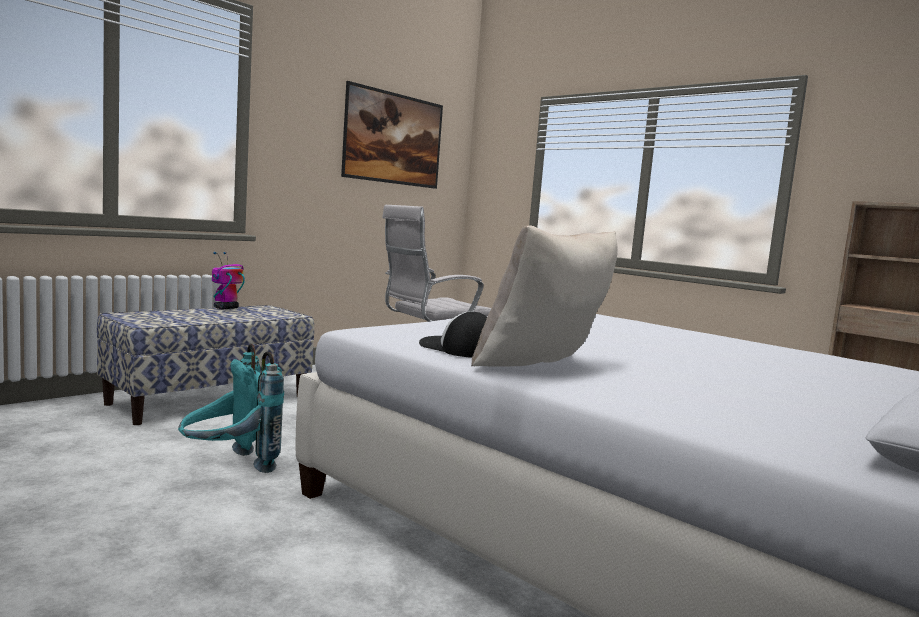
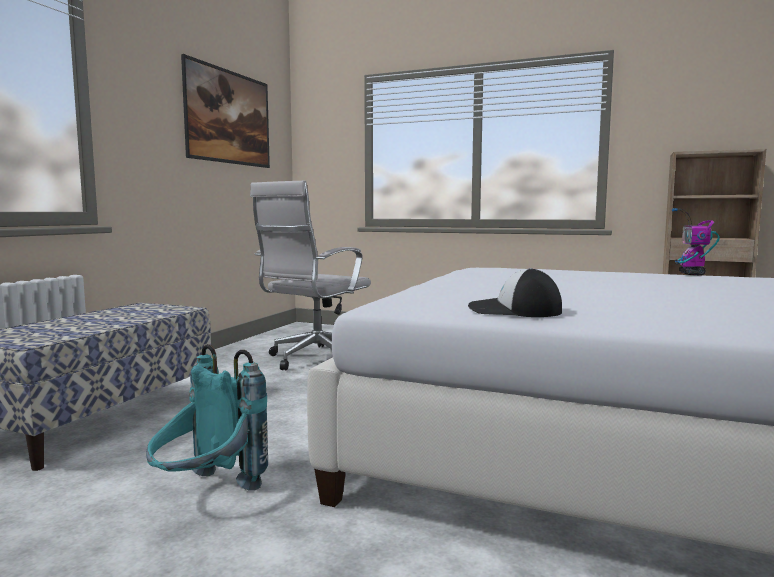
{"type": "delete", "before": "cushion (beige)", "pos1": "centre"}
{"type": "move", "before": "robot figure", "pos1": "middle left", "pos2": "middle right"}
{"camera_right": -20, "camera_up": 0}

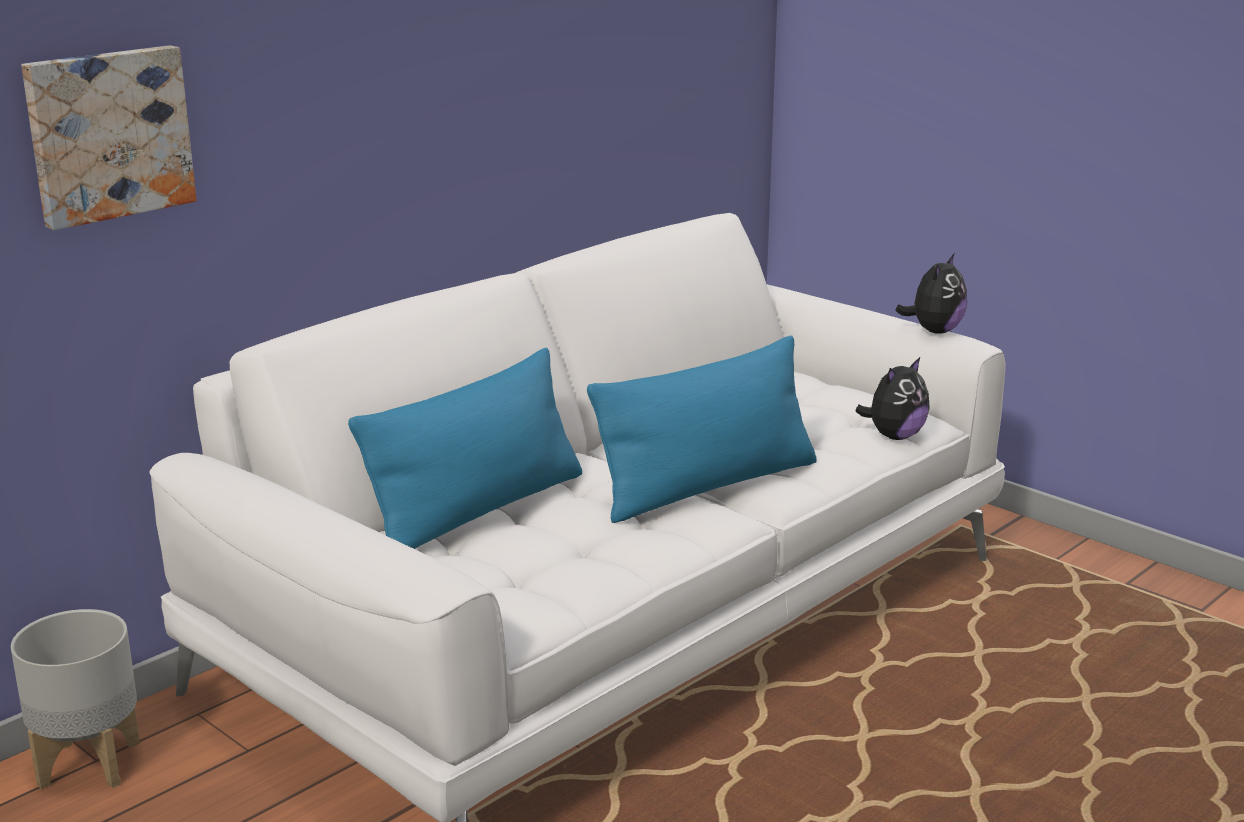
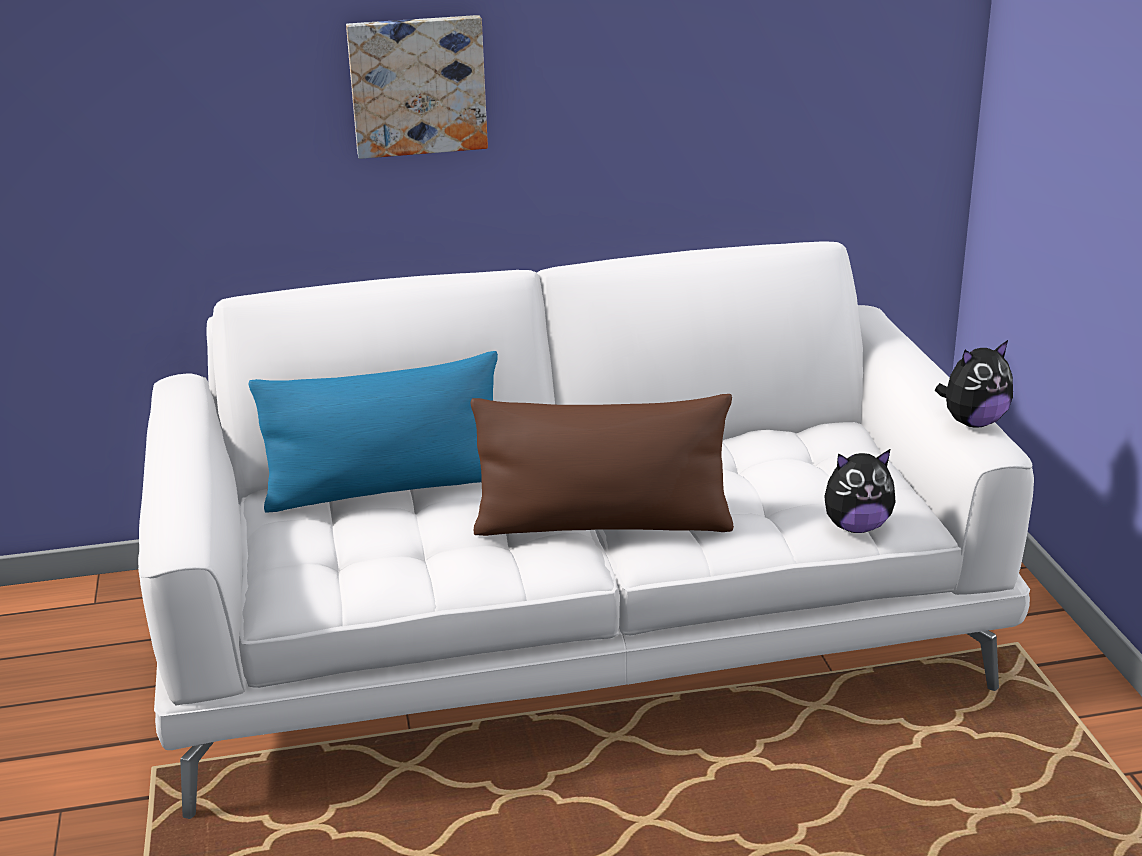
{"type": "delete", "before": "plant pot (grey)", "pos1": "bottom left"}
{"type": "move", "before": "wall art", "pos1": "top left", "pos2": "top centre"}
{"type": "recolor", "before": "cushion (bluish) (2nd from left)", "after": "cushion (brown)", "pos1": "centre", "pos2": "centre"}
{"camera_right": 35, "camera_up": 5}

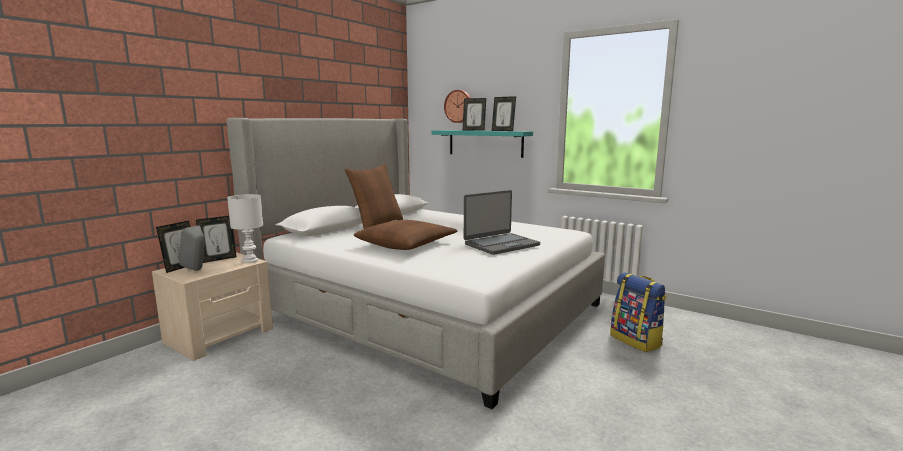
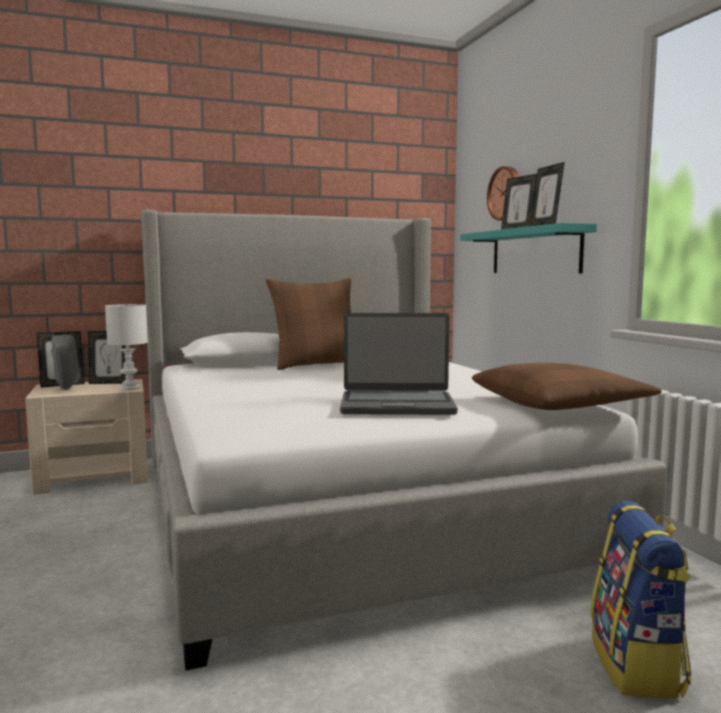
{"type": "move", "before": "cushion (brown) (2nd from left)", "pos1": "centre", "pos2": "middle right"}
{"camera_right": 35, "camera_up": -5}

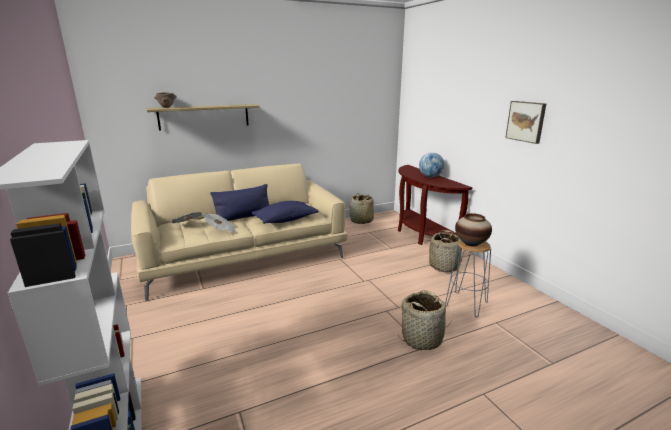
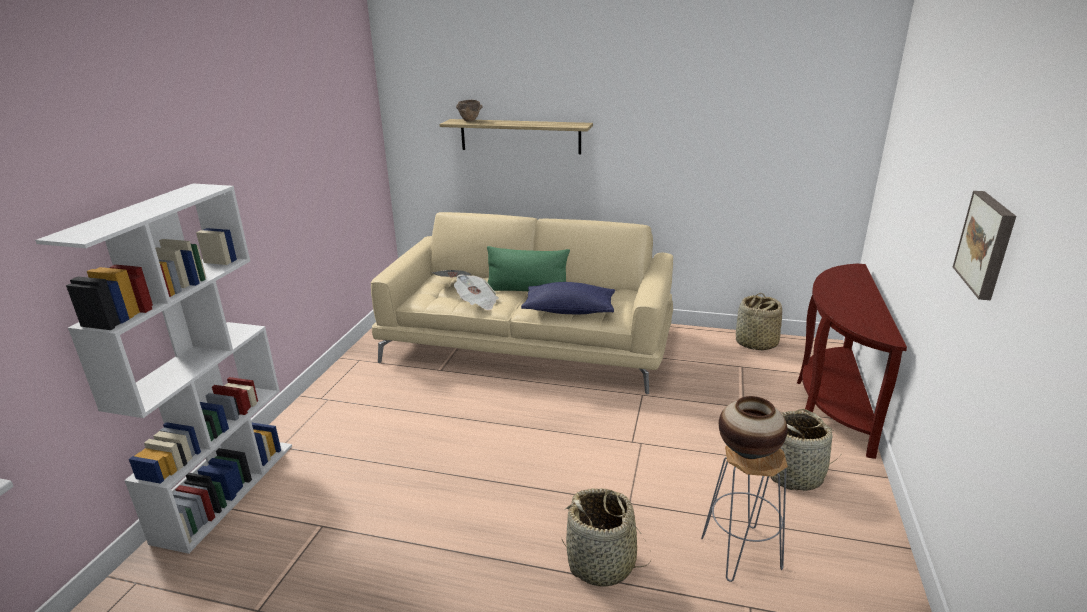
{"type": "delete", "before": "world globe", "pos1": "centre"}
{"type": "recolor", "before": "cushion (bluish) (1st from left)", "after": "cushion (green-coloured)", "pos1": "centre", "pos2": "centre"}
{"camera_right": 40, "camera_up": 5}

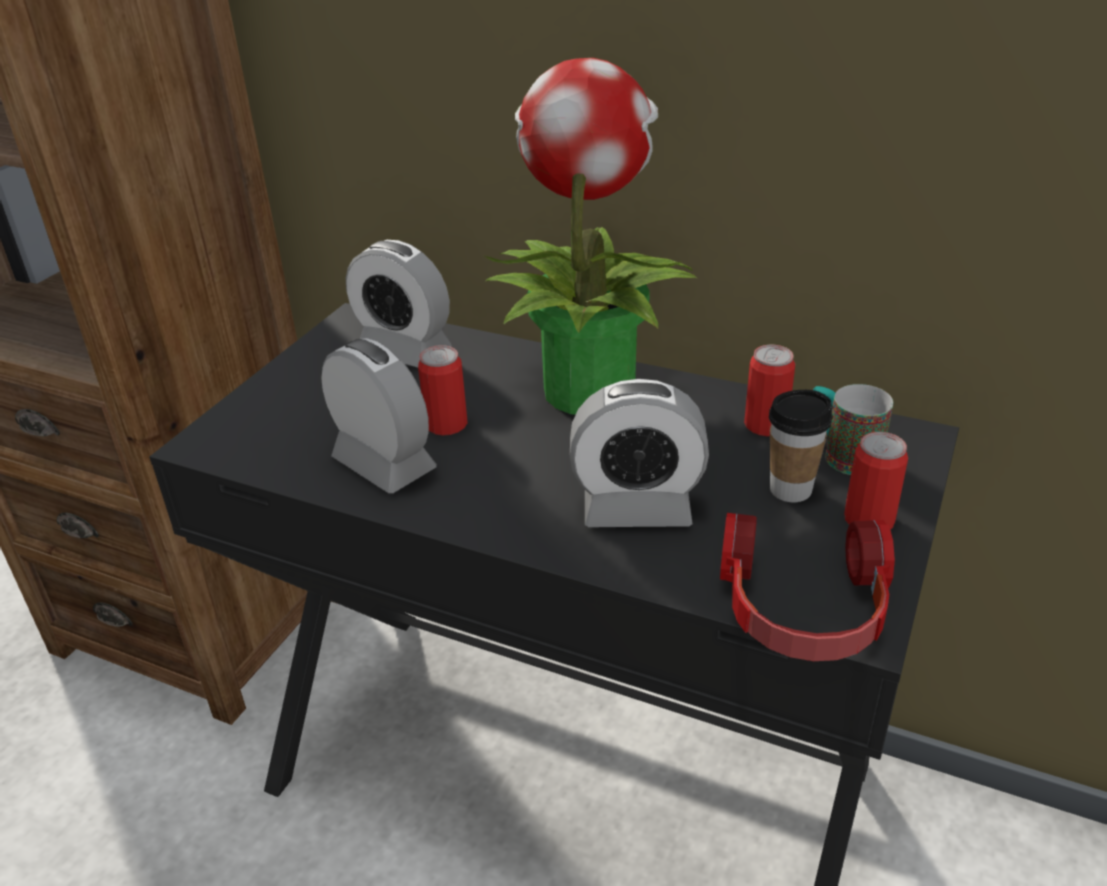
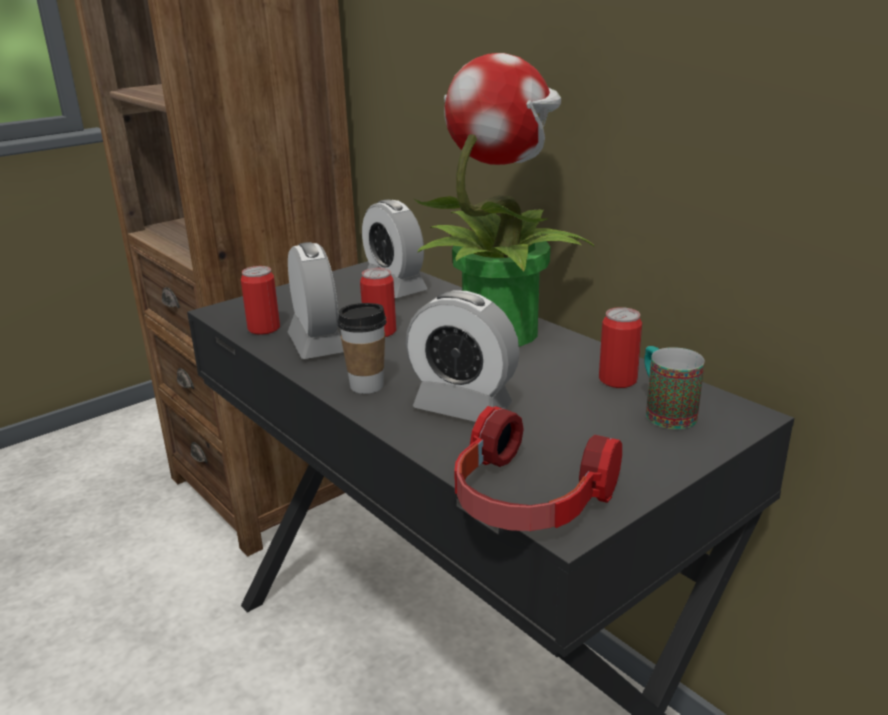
{"type": "move", "before": "cup", "pos1": "middle right", "pos2": "centre"}
{"type": "move", "before": "can (3rd from left in the first image)", "after": "can (1st from left)", "pos1": "middle right", "pos2": "middle left"}
{"camera_right": 25, "camera_up": -10}

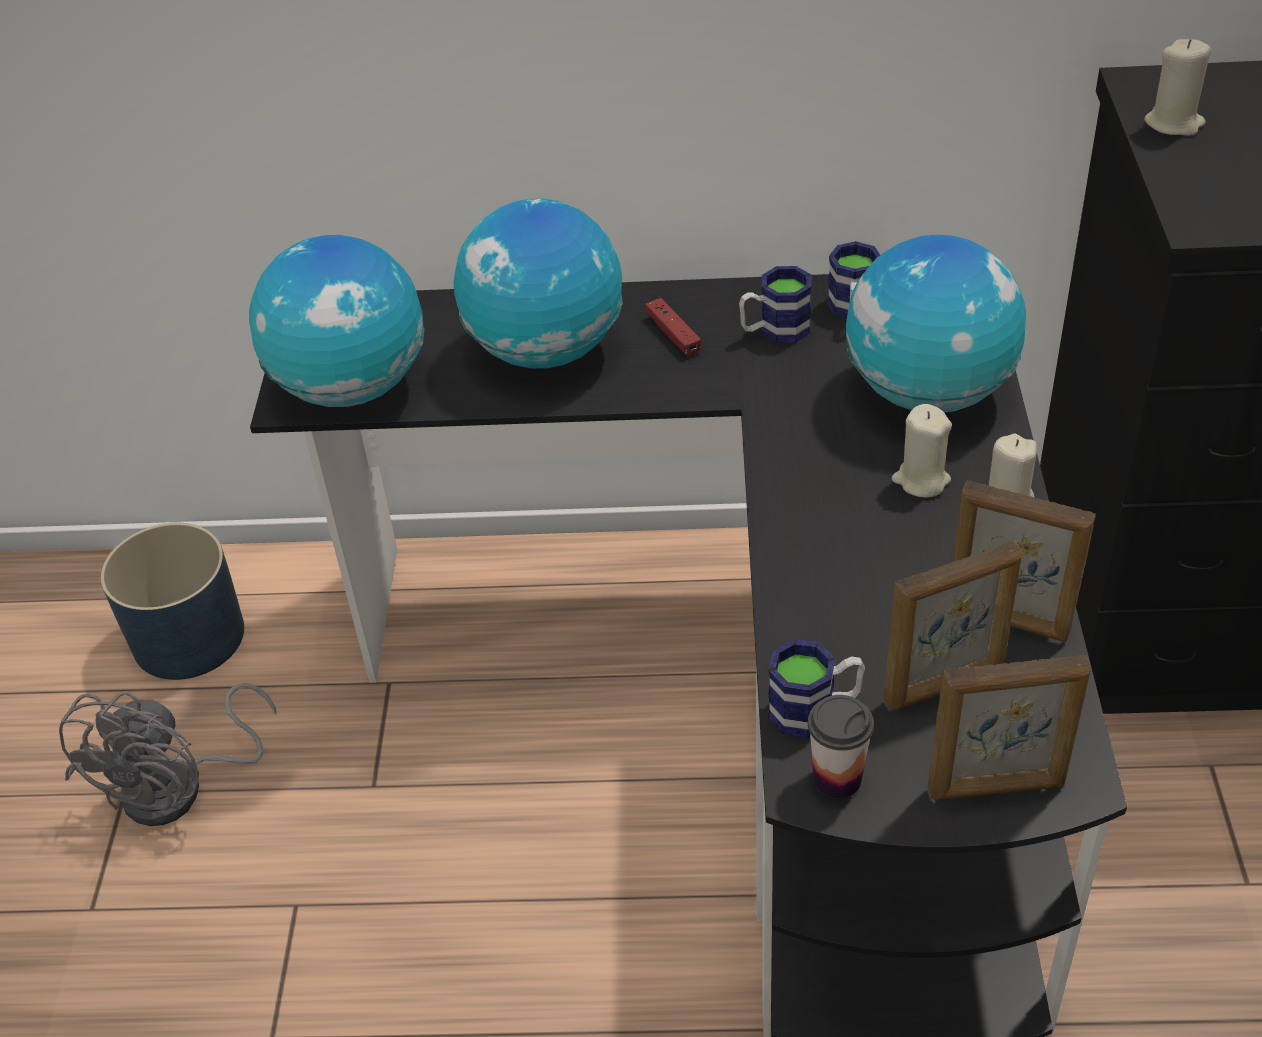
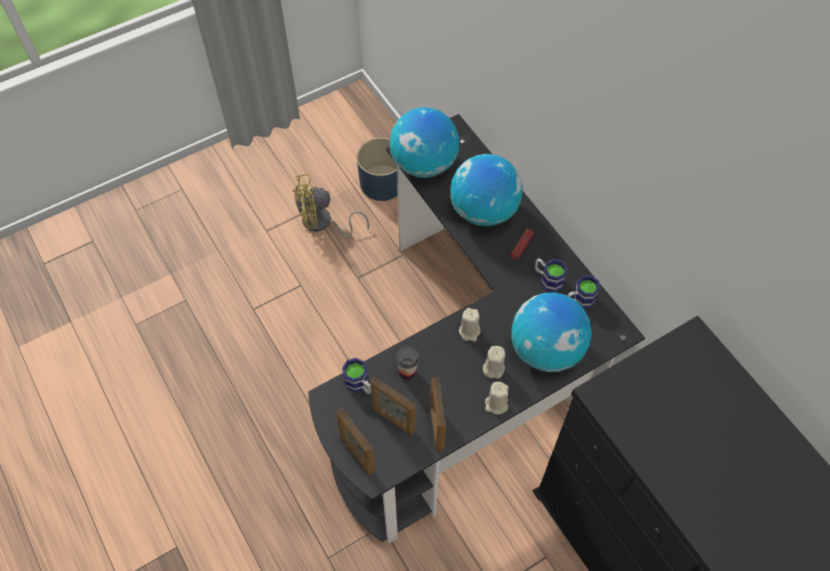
{"type": "move", "before": "cup", "pos1": "bottom centre", "pos2": "centre"}
{"type": "move", "before": "wax candle (beige) (3rd from left in the first image)", "after": "wax candle (beige) (1st from left)", "pos1": "top right", "pos2": "centre"}
{"type": "recolor", "before": "fan (grey)", "after": "fan (yellow)", "pos1": "bottom left", "pos2": "centre"}
{"camera_right": 55, "camera_up": 15}

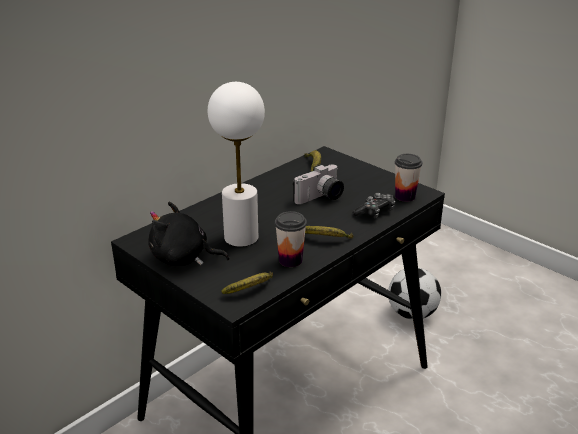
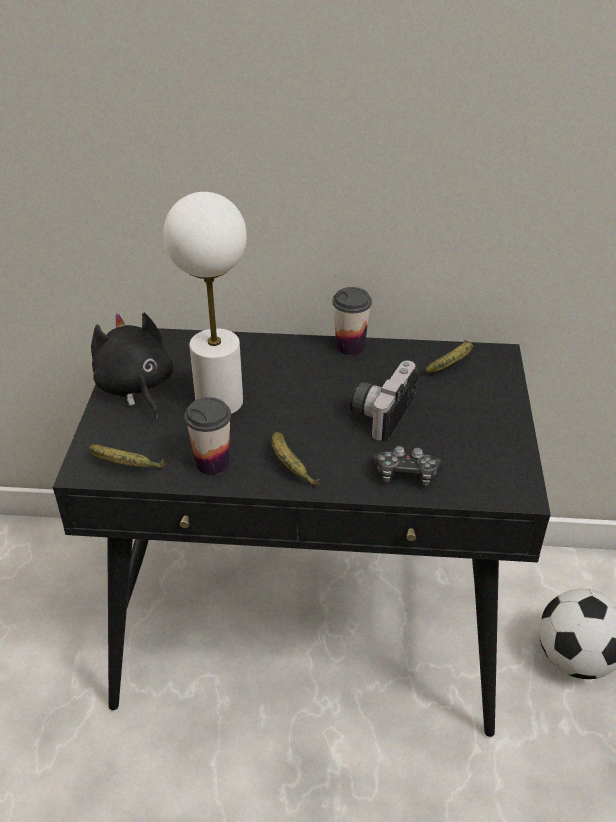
{"type": "move", "before": "cup (2nd from left)", "pos1": "middle right", "pos2": "centre"}
{"type": "rotate", "before": "photo camera", "pos1": "centre", "pos2": "centre", "turn": 105}
{"camera_right": 50, "camera_up": 10}

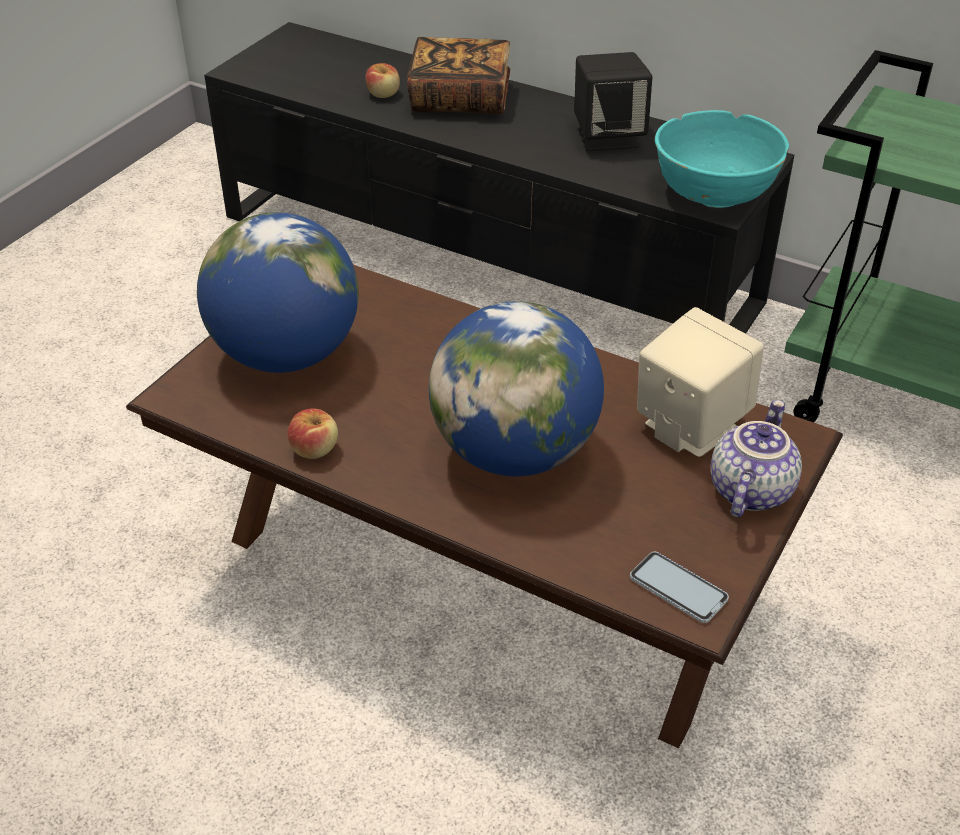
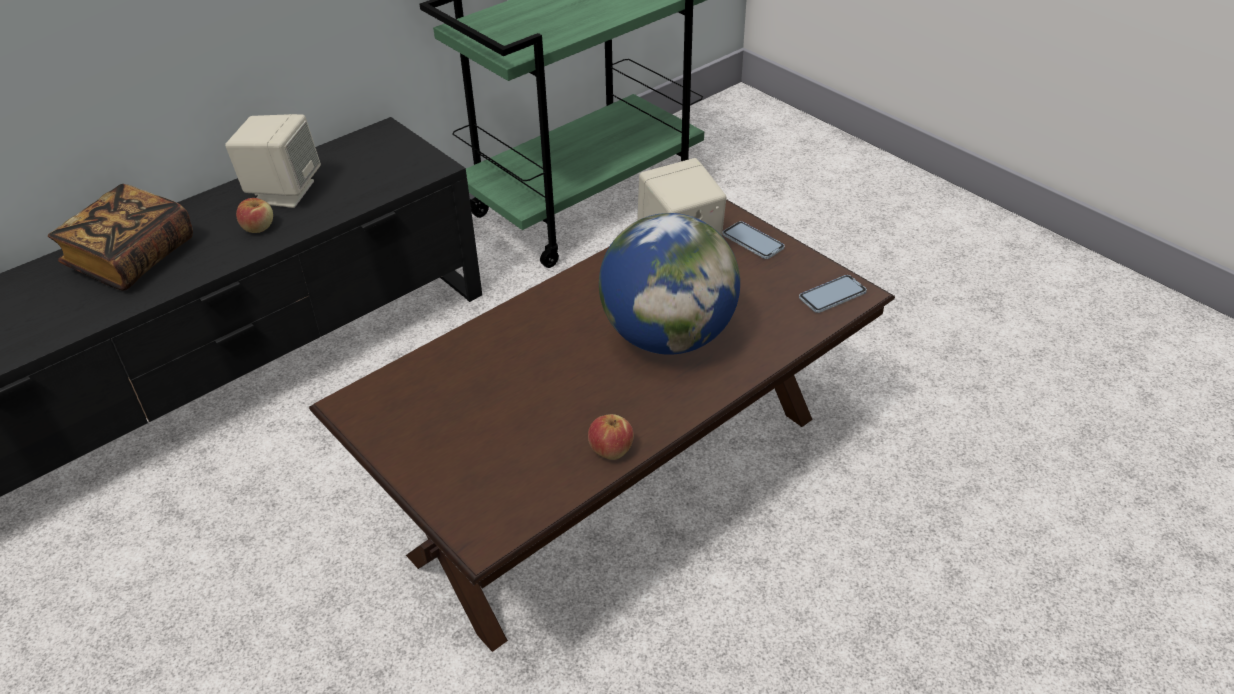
{"type": "delete", "before": "world globe (1st from left)", "pos1": "middle left"}
{"type": "delete", "before": "deep dish (blue-green)", "pos1": "top right"}
{"type": "move", "before": "whole apple (2nd from left in the first image)", "after": "whole apple (1st from left)", "pos1": "top centre", "pos2": "top left"}
{"type": "replace", "before": "teapot", "after": "handset (1st from left)", "pos1": "middle right", "pos2": "centre"}
{"type": "recolor", "before": "loudspeaker (black-coloured)", "after": "loudspeaker (beige) (1st from left)", "pos1": "top centre", "pos2": "top left"}
{"camera_right": -70, "camera_up": 0}

